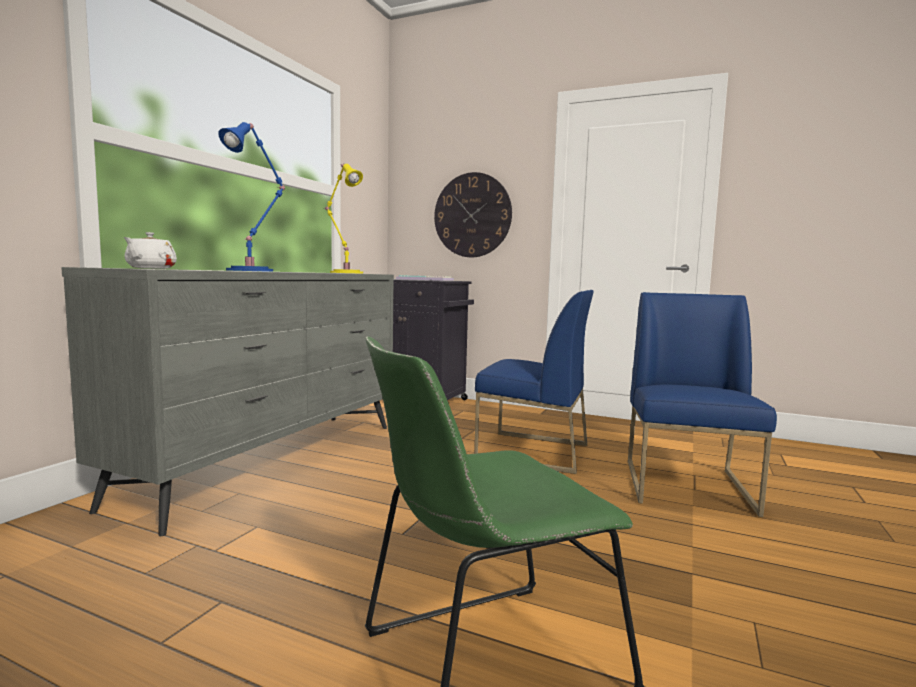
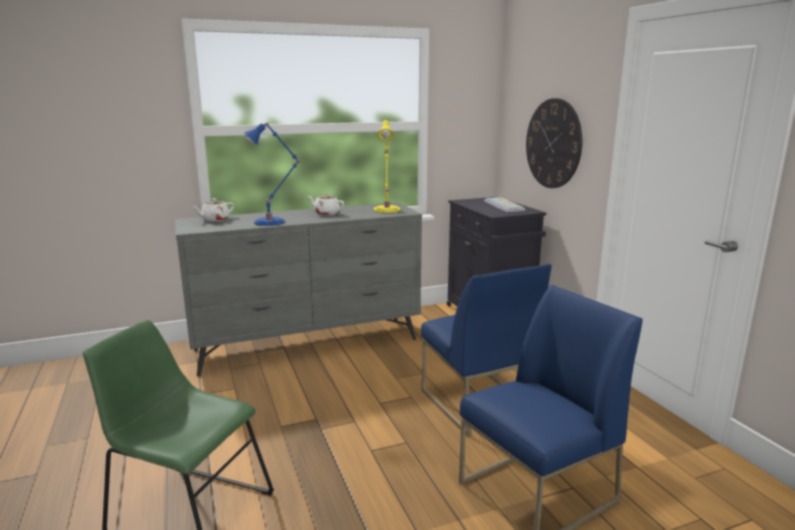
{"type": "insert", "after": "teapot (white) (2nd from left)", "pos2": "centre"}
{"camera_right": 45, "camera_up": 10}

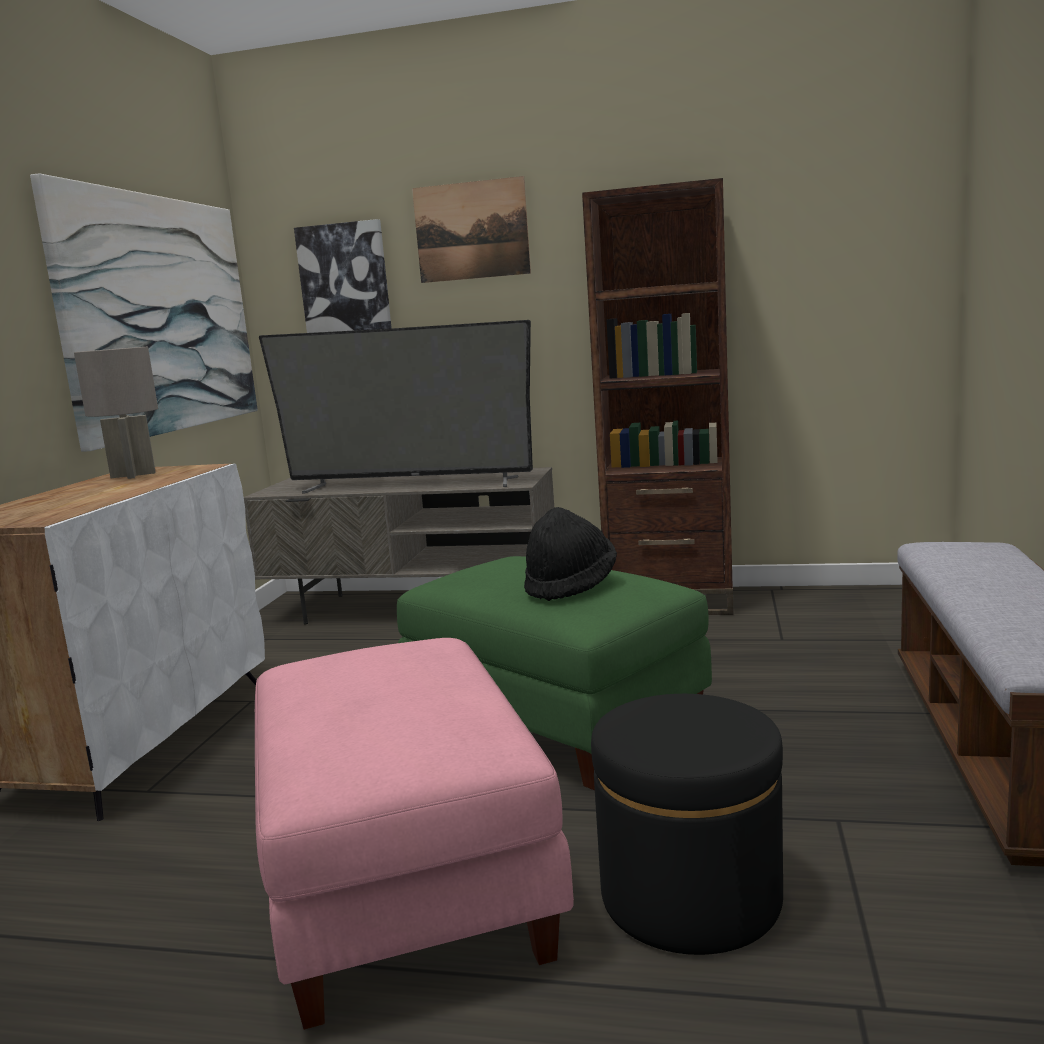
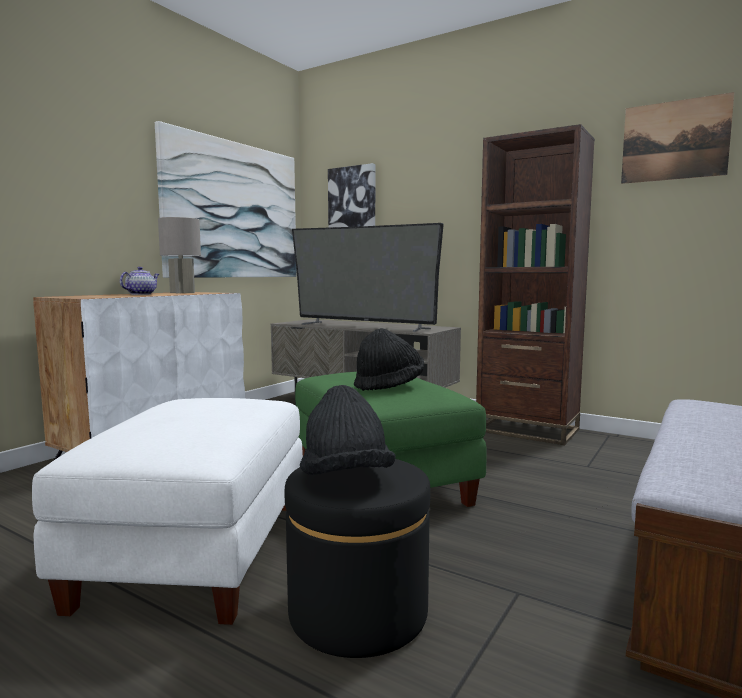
{"type": "insert", "after": "teapot", "pos2": "middle left"}
{"type": "insert", "after": "wearable hat (black-coloured) (1st from left)", "pos2": "centre"}
{"type": "move", "before": "wall art (3rd from left)", "pos1": "top centre", "pos2": "top right"}
{"type": "recolor", "before": "pouffe (pink)", "after": "pouffe (white)", "pos1": "bottom centre", "pos2": "bottom left"}
{"camera_right": 20, "camera_up": -5}

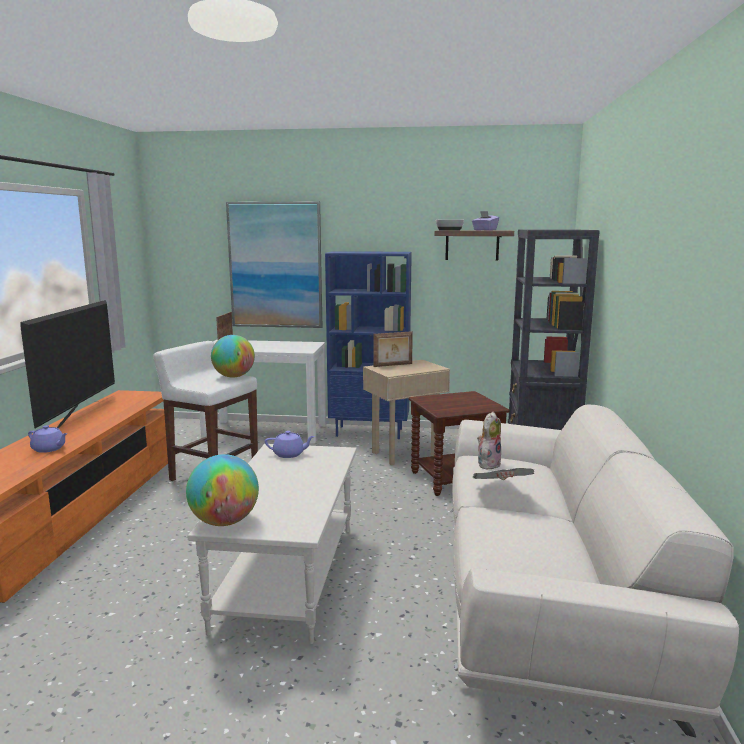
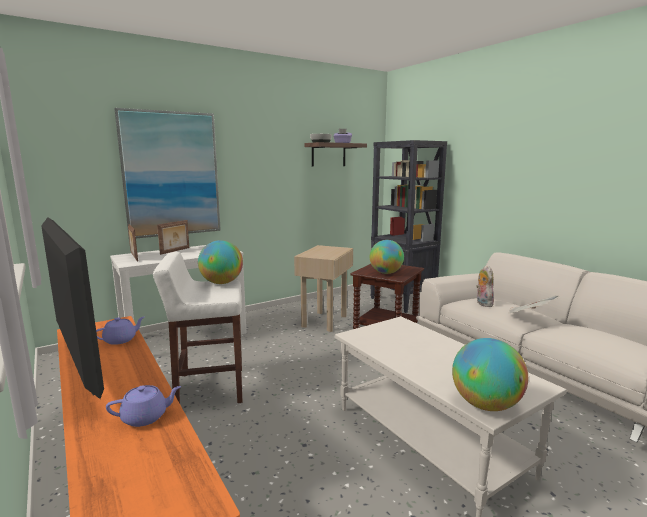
{"type": "delete", "before": "bookcase (bluish)", "pos1": "centre"}
{"type": "insert", "after": "world globe (2nd from left)", "pos2": "centre"}
{"type": "move", "before": "teapot (purplish) (2nd from left in the first image)", "after": "teapot (purplish) (1st from left)", "pos1": "centre", "pos2": "middle left"}
{"type": "move", "before": "picture frame (2nd from left)", "pos1": "centre", "pos2": "middle left"}
{"camera_right": -40, "camera_up": 0}

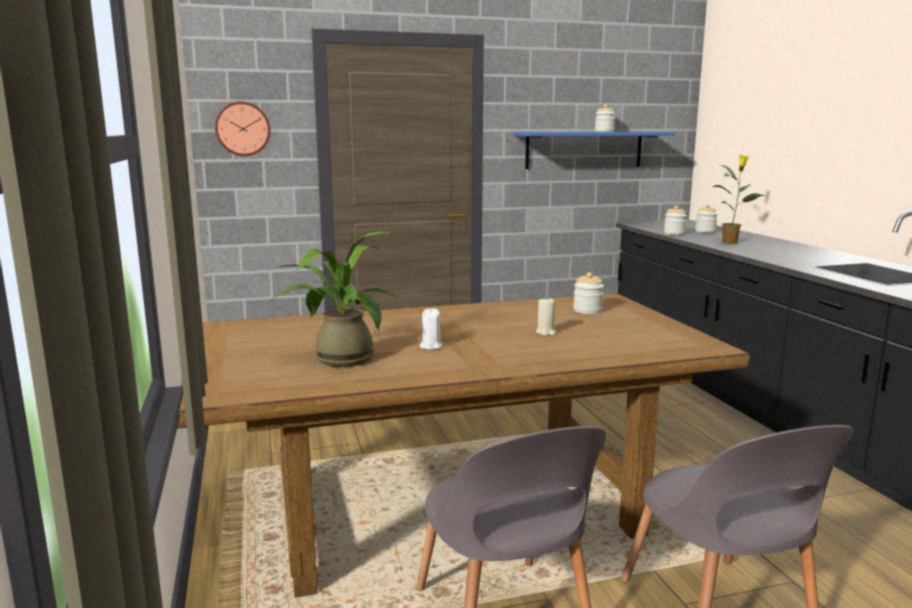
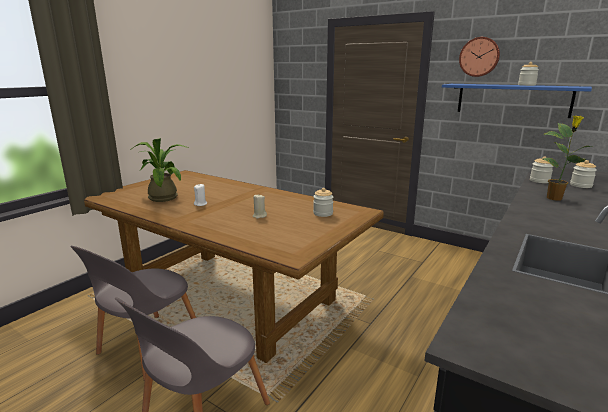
{"type": "move", "before": "clock on the wall", "pos1": "top left", "pos2": "top right"}
{"camera_right": 50, "camera_up": 5}

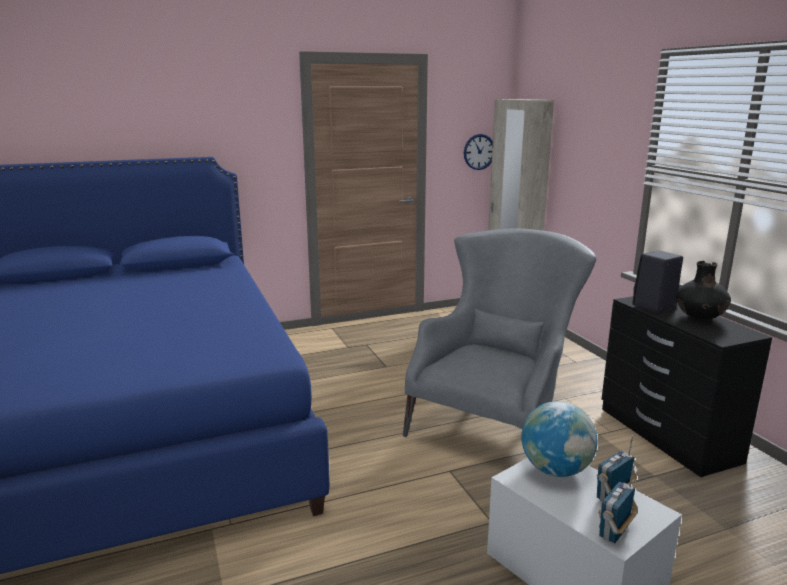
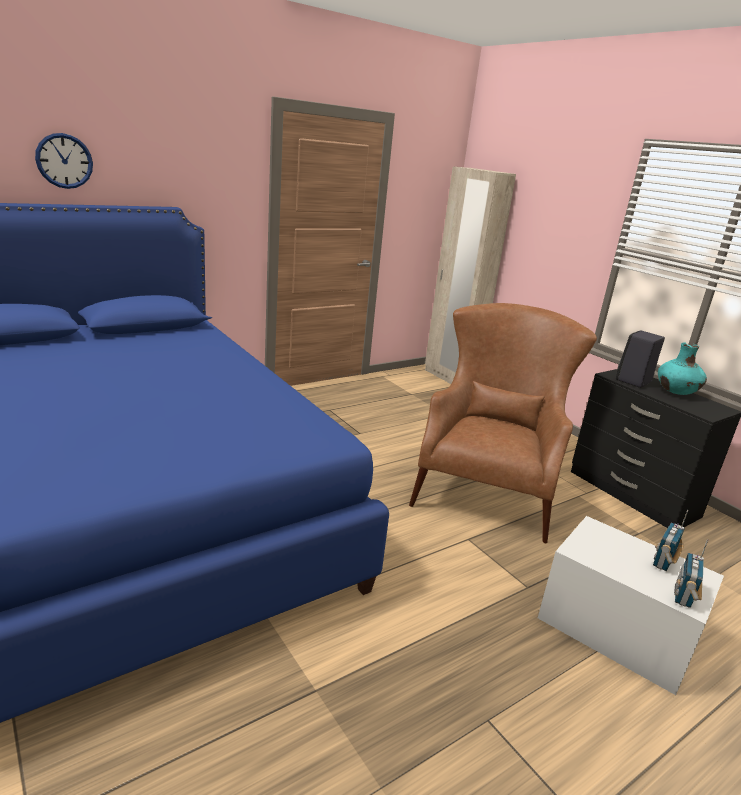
{"type": "delete", "before": "world globe", "pos1": "bottom right"}
{"type": "move", "before": "clock on the wall", "pos1": "top centre", "pos2": "top left"}
{"type": "recolor", "before": "armchair (grey)", "after": "armchair (brown)", "pos1": "centre", "pos2": "middle right"}
{"type": "recolor", "before": "decorative vase (black-coloured)", "after": "decorative vase (blue-green)", "pos1": "middle right", "pos2": "middle right"}
{"camera_right": -15, "camera_up": 5}

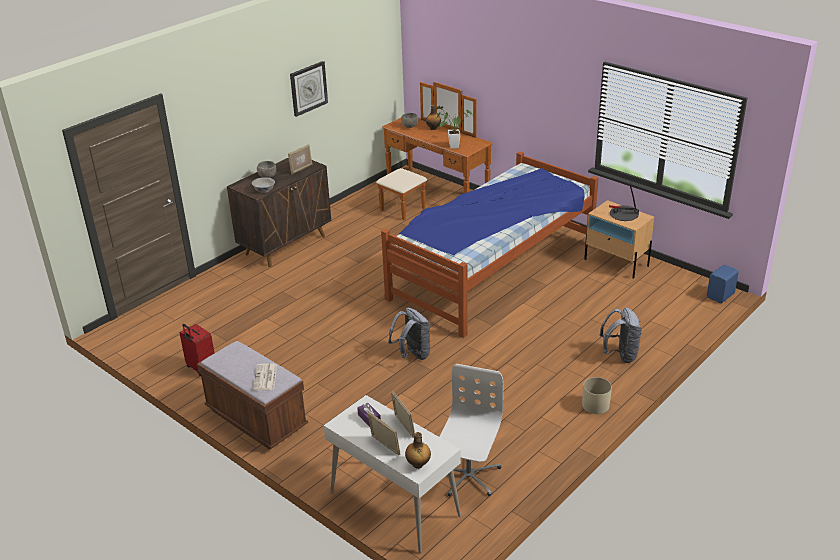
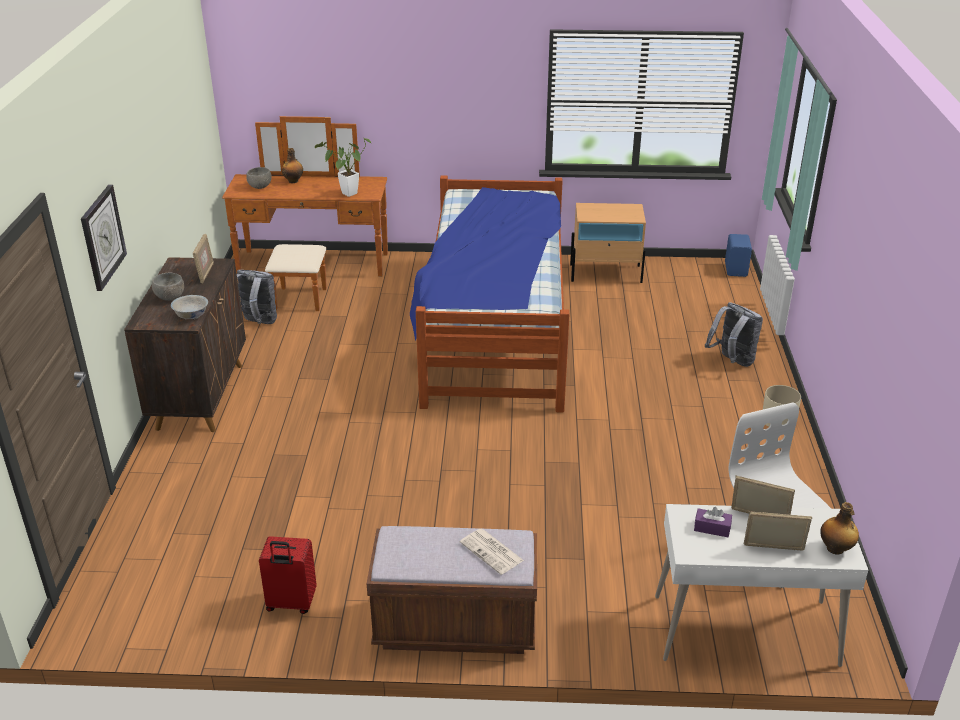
{"type": "delete", "before": "lamp for a table", "pos1": "middle right"}
{"type": "move", "before": "clock on the wall", "pos1": "top centre", "pos2": "top left"}
{"type": "move", "before": "backpack (grey) (1st from left)", "pos1": "centre", "pos2": "middle left"}
{"camera_right": -40, "camera_up": 0}

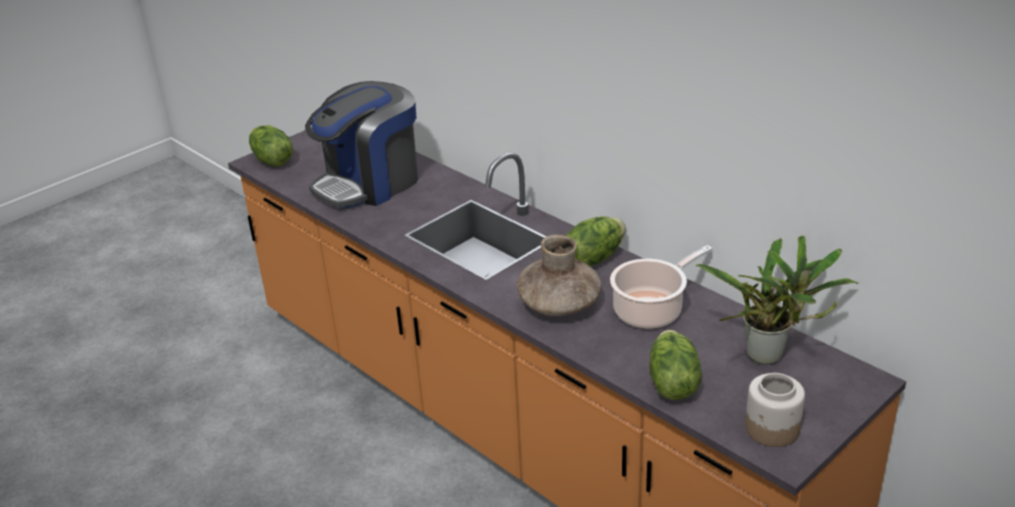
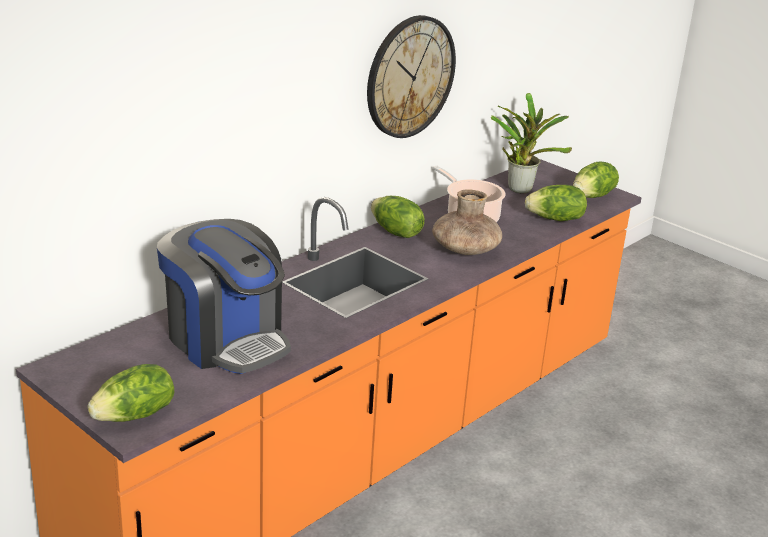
{"type": "insert", "after": "clock on the wall", "pos2": "top centre"}
{"type": "replace", "before": "jar", "after": "head of lettuce (4th from left)", "pos1": "bottom right", "pos2": "middle right"}
{"camera_right": -95, "camera_up": -5}

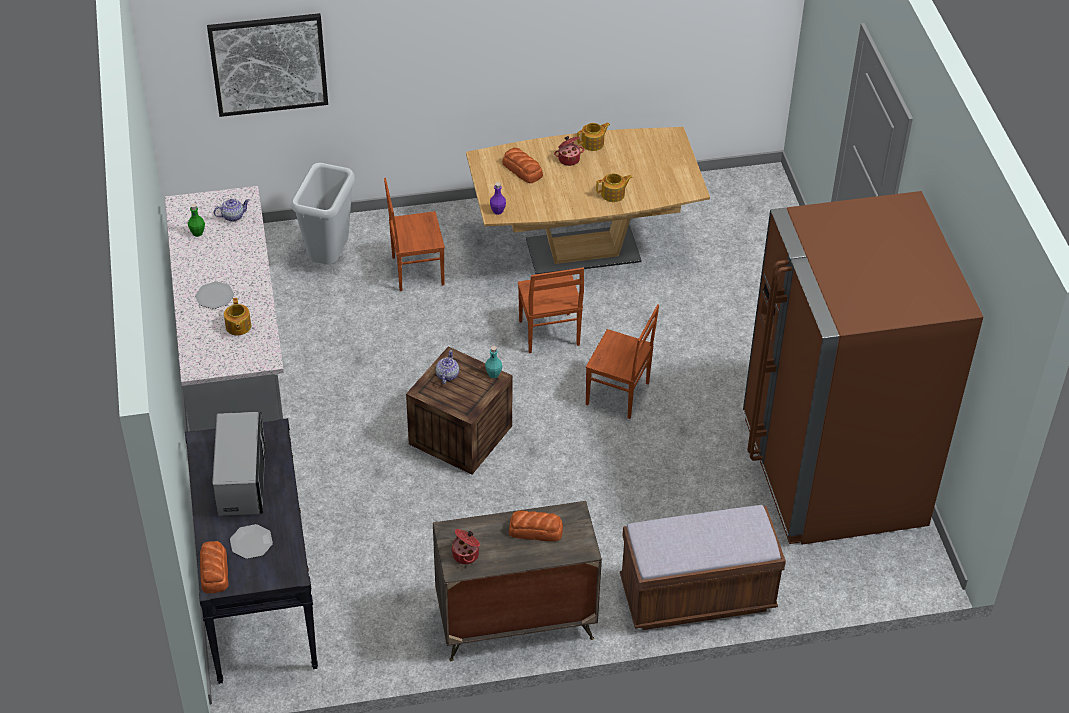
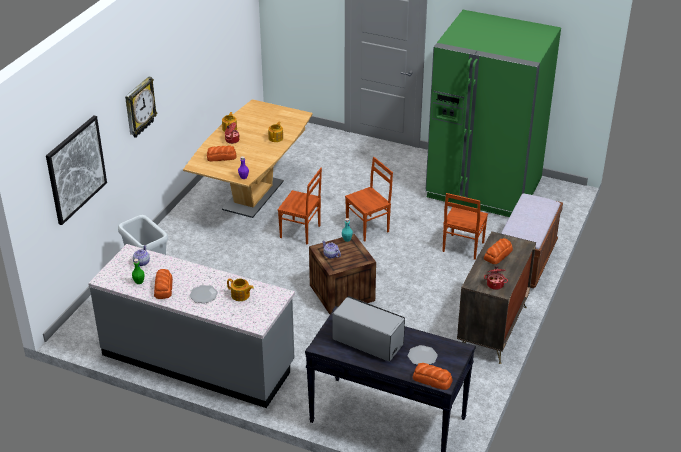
{"type": "insert", "after": "clock on the wall", "pos2": "top left"}
{"type": "insert", "after": "bread (1st from left)", "pos2": "middle left"}
{"type": "move", "before": "plain chair (brown) (1st from left in the first image)", "after": "plain chair (brown) (3rd from left)", "pos1": "top centre", "pos2": "middle right"}
{"type": "recolor", "before": "fridge (brown)", "after": "fridge (green-coloured)", "pos1": "middle right", "pos2": "top right"}
{"camera_right": -55, "camera_up": -10}

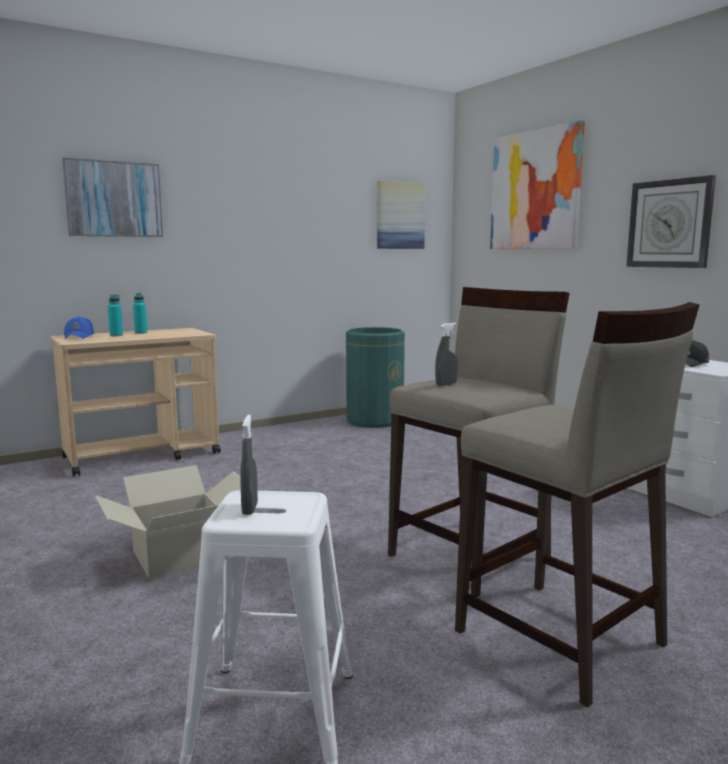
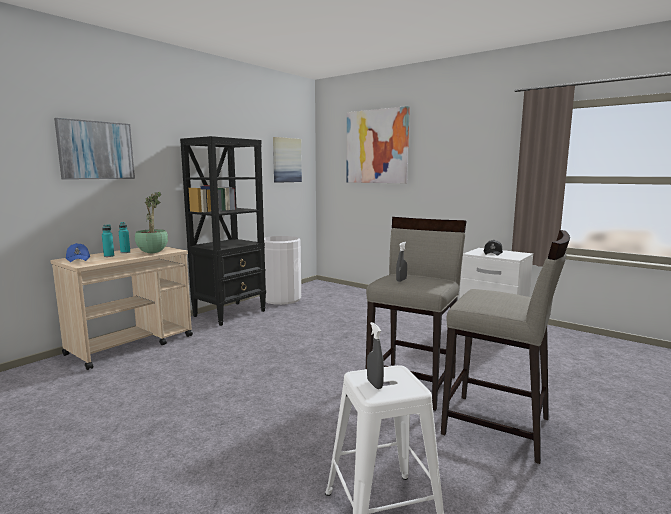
{"type": "delete", "before": "cardboard box", "pos1": "bottom left"}
{"type": "delete", "before": "clock on the wall", "pos1": "top right"}
{"type": "insert", "after": "potted plant", "pos2": "middle left"}
{"type": "insert", "after": "bookcase (black-coloured)", "pos2": "middle left"}
{"type": "recolor", "before": "waste bin (green-coloured)", "after": "waste bin (white)", "pos1": "centre", "pos2": "centre"}
{"camera_right": -20, "camera_up": 0}

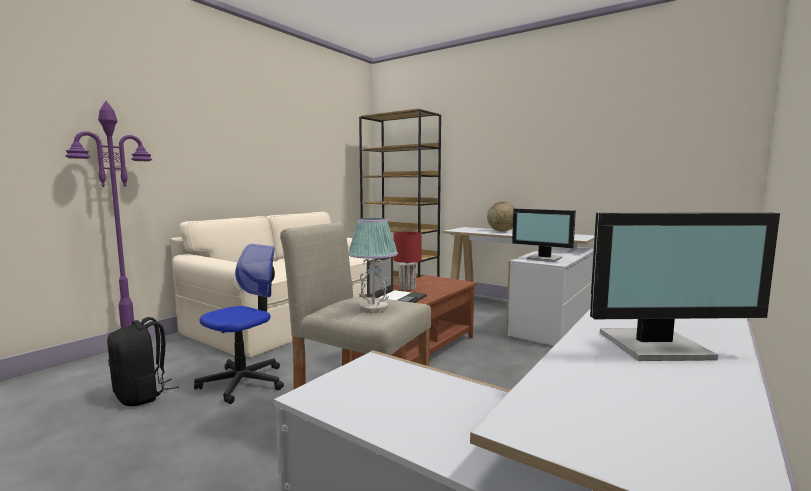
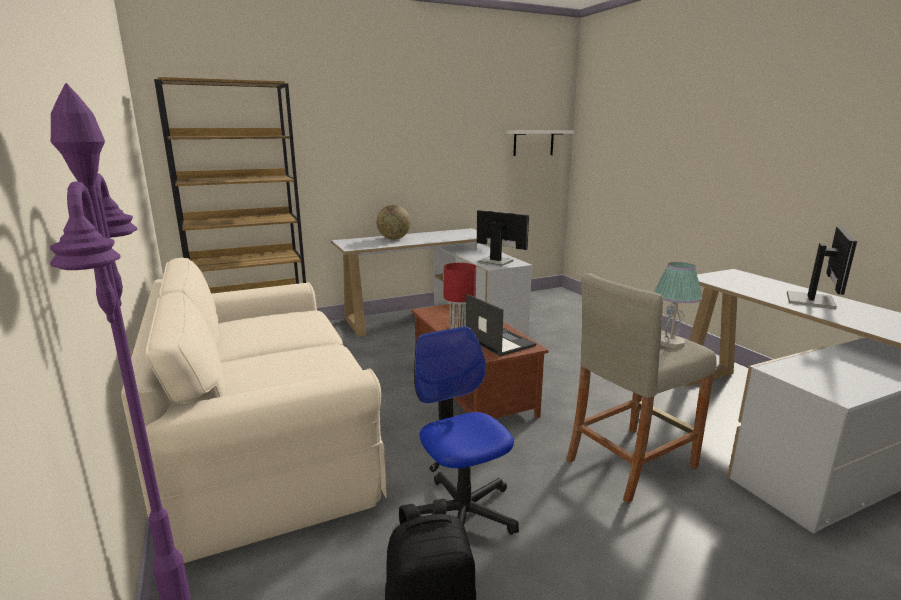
{"type": "insert", "after": "bracket shelf (white)", "pos2": "top centre"}
{"type": "rotate", "before": "computer screen (1st from left)", "pos1": "middle right", "pos2": "centre", "turn": -120}
{"camera_right": -60, "camera_up": 10}

